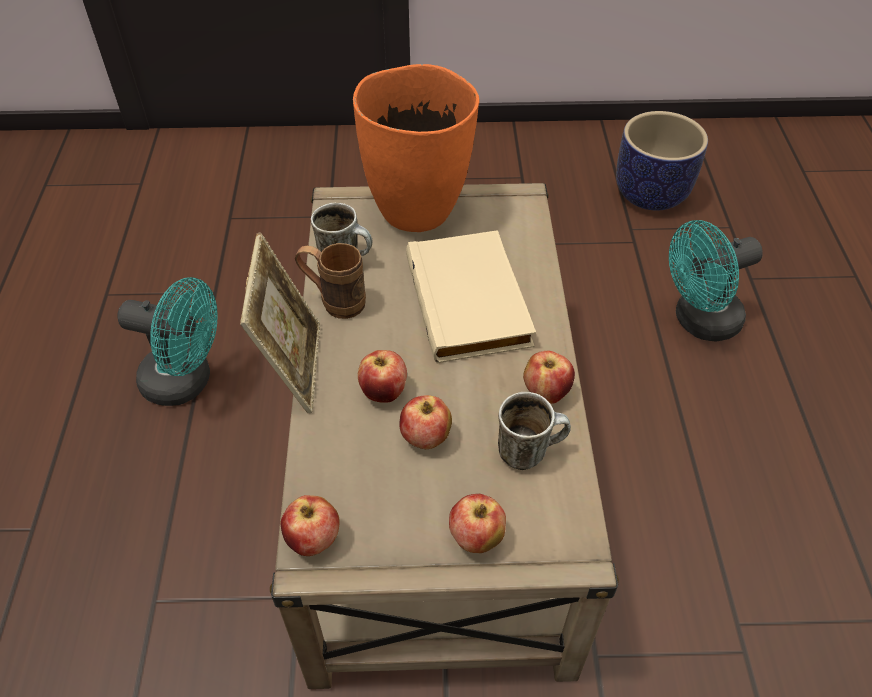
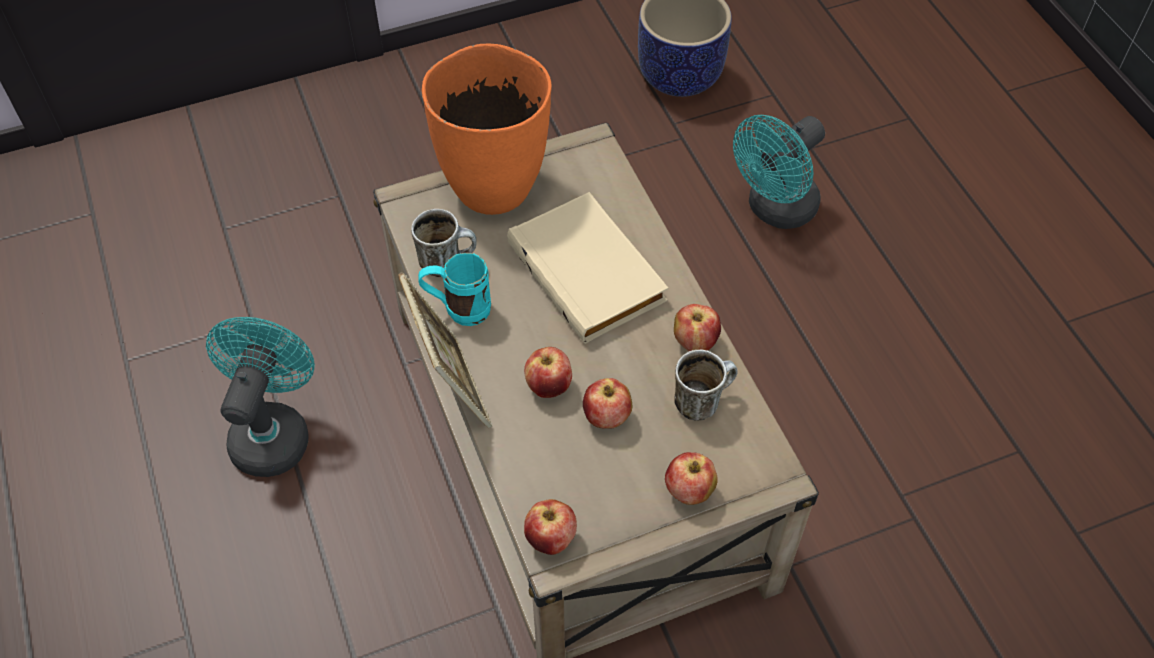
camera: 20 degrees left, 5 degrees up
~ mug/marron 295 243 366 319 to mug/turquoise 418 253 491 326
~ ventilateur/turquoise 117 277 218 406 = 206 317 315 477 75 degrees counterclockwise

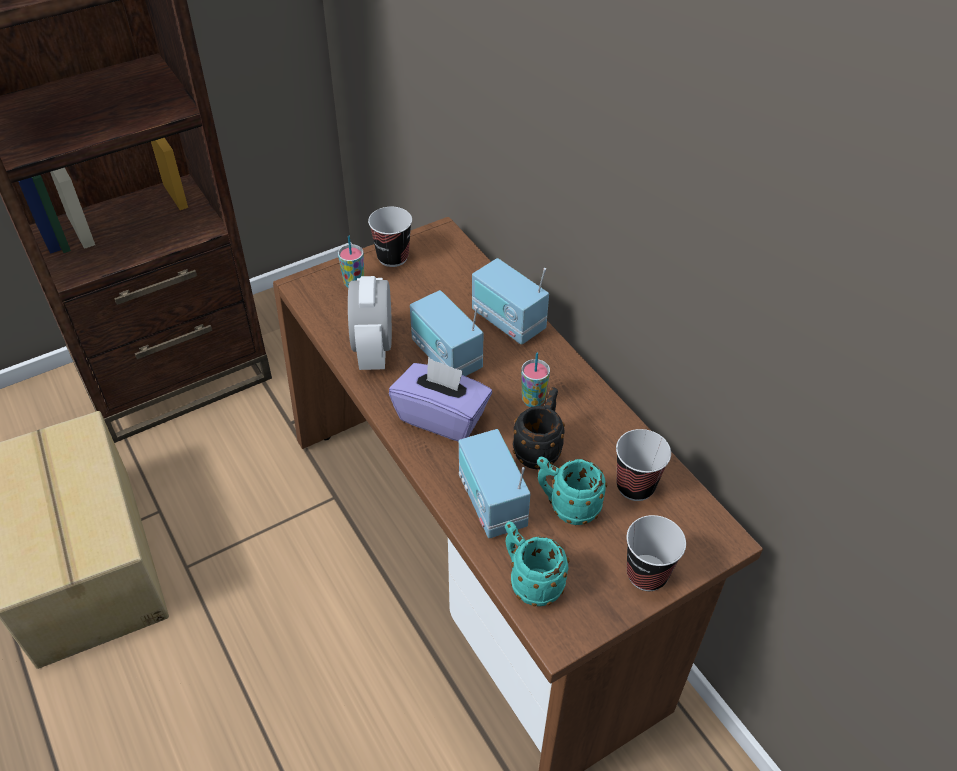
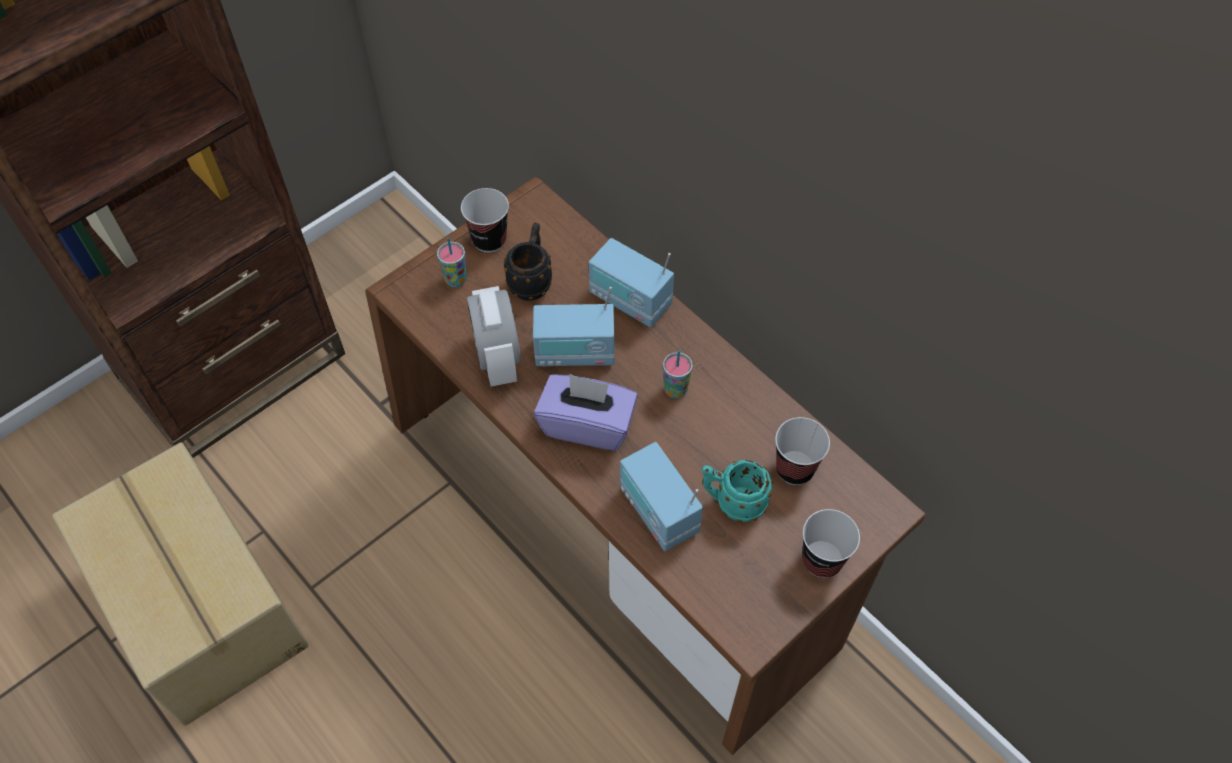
camera: 10 degrees left, 10 degrees up
- mug/turquoise 505 521 569 606
~ mug/noir 513 387 565 469 to 504 223 552 301
~ radio 410 290 483 376 = 533 287 614 367 45 degrees counterclockwise

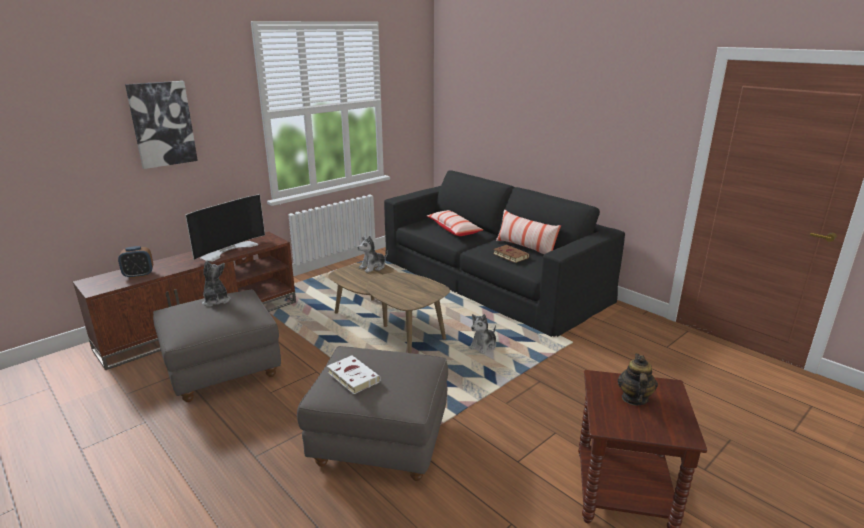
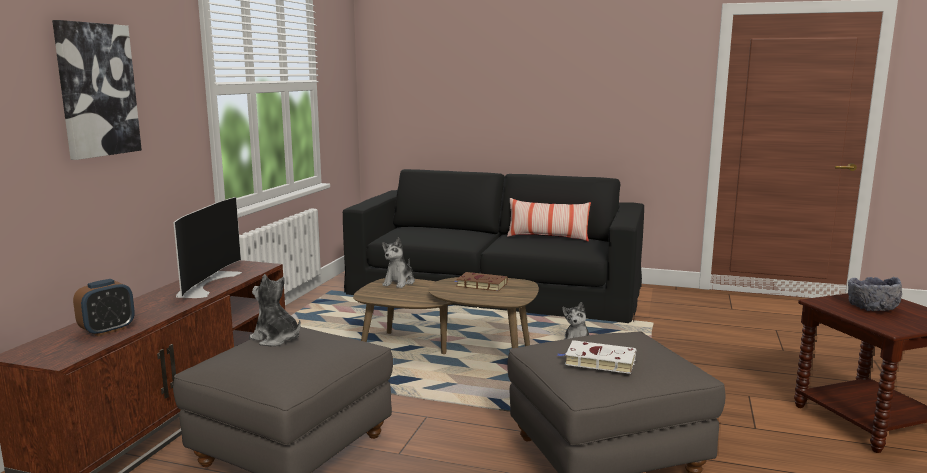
camera: 30 degrees left, 10 degrees down
- coussin 427 210 483 236
~ livre/marron 493 245 530 263 to 454 272 508 291
~ théière 618 353 658 406 to bol/gris 848 277 902 311

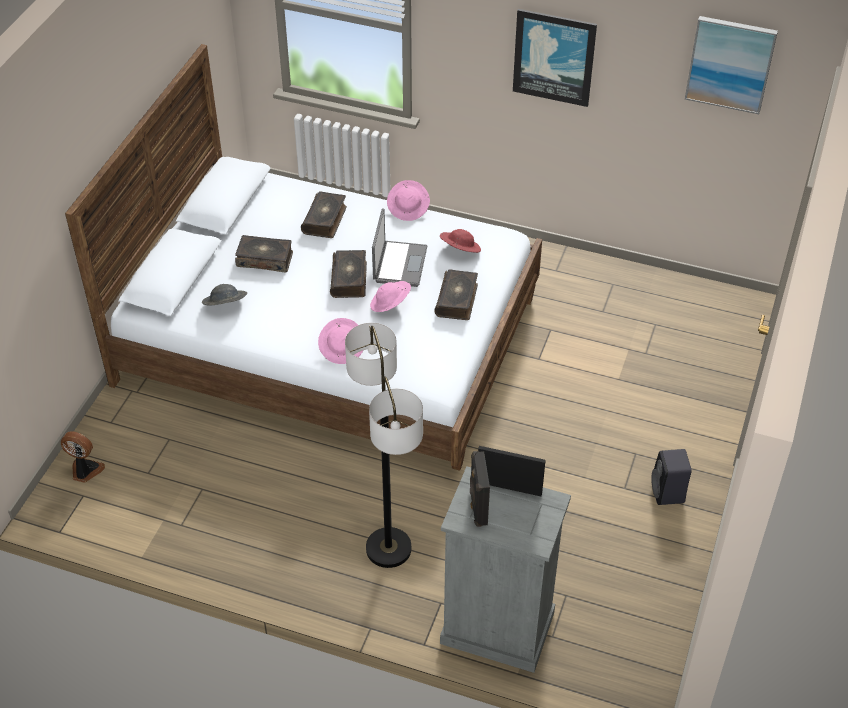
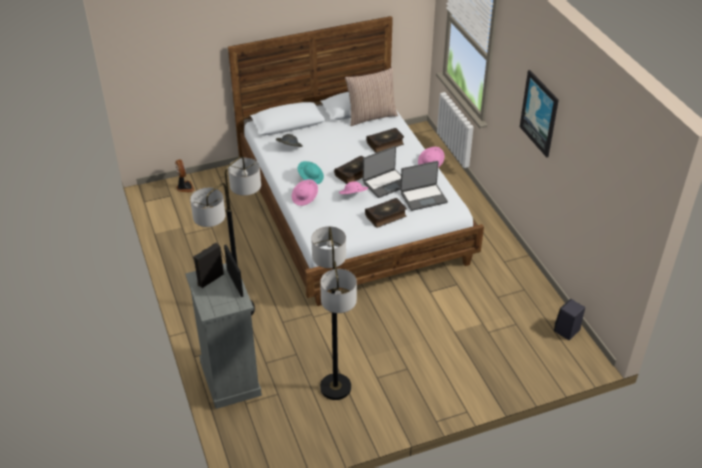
camera: 50 degrees right, 5 degrees down
- livre 235 235 293 272
- tableau 685 16 778 114
+ chapeau/turquoise 298 161 324 184
+ lampadaire 311 226 357 400
+ coussin 345 67 398 126
~ enceinte/noir 651 449 692 505 to 554 299 585 340
~ chapeau/rouge 440 229 481 253 to ordinateur portable 400 161 448 211

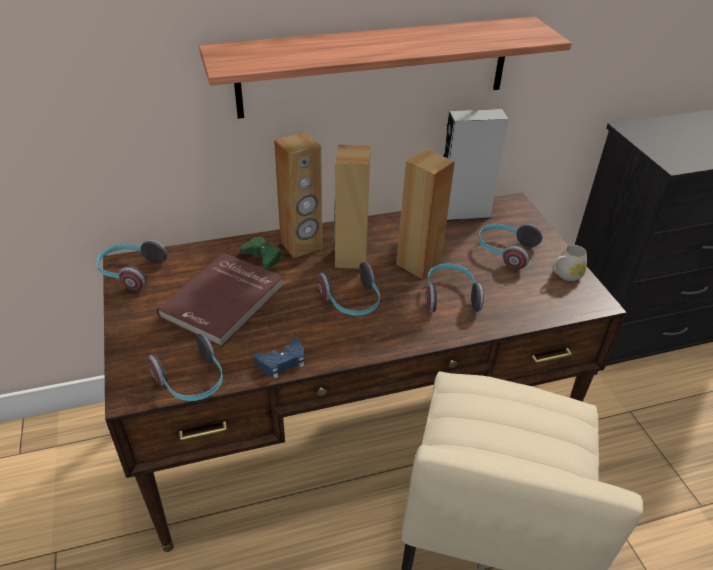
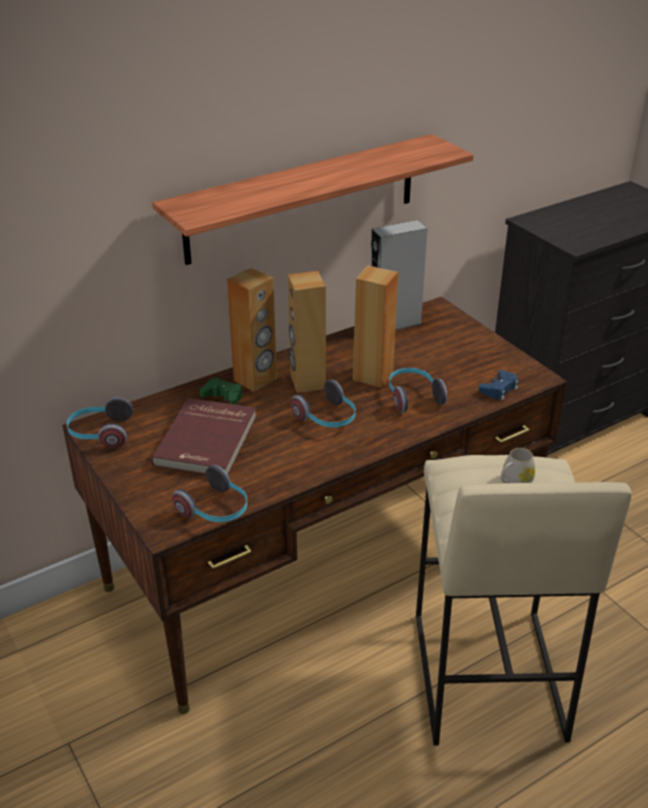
camera: 15 degrees left, 5 degrees down
- casque audio 478 224 542 269
~ manette/bleu 254 338 305 379 to 479 370 518 400
~ mug/blanc 552 245 587 281 to 501 448 535 483

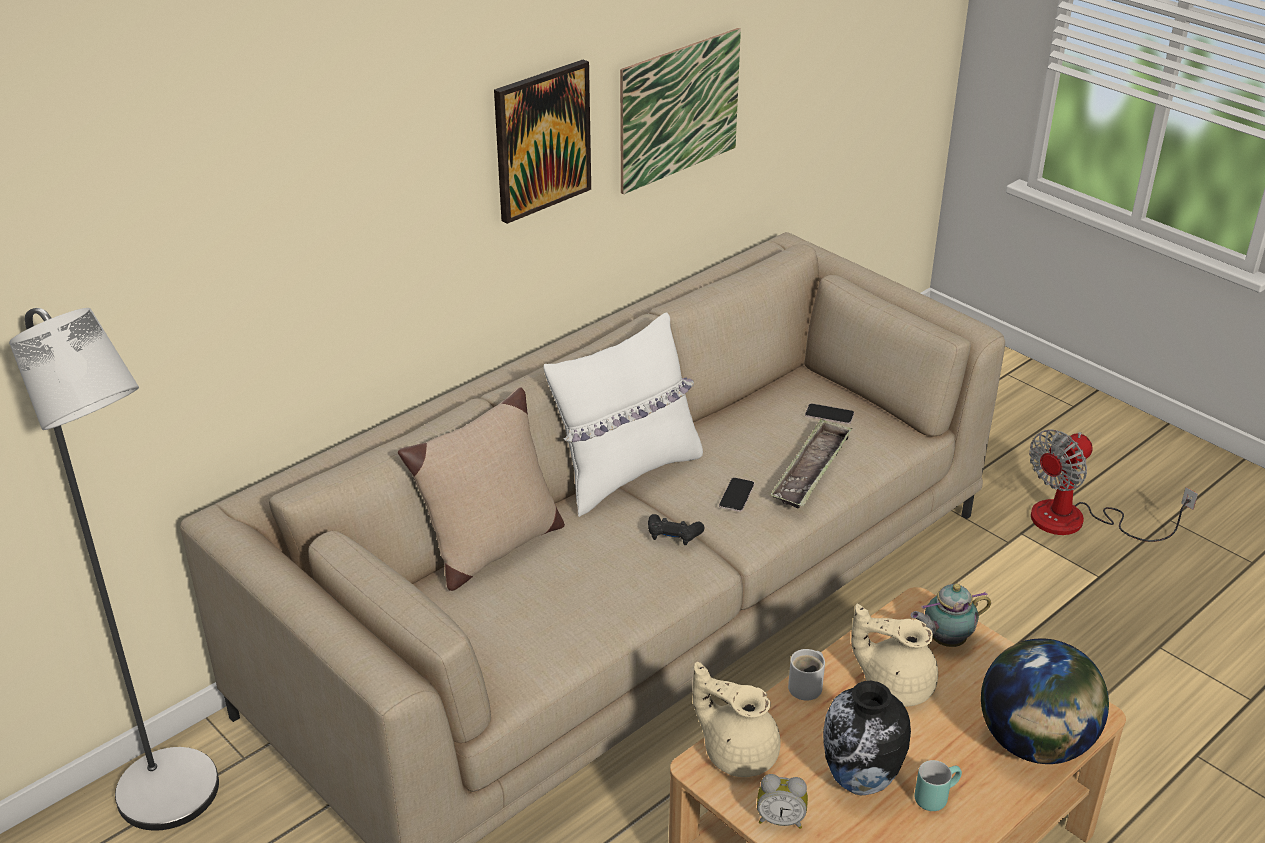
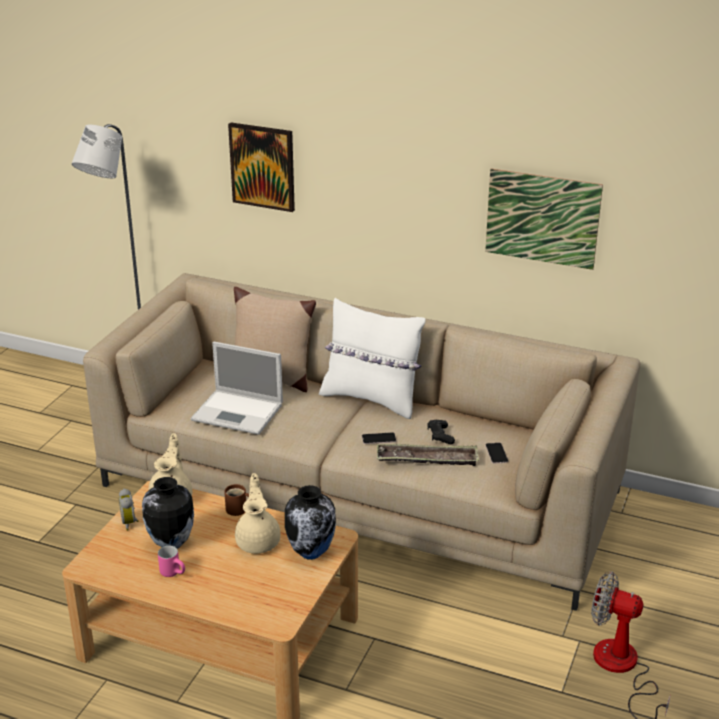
camera: 65 degrees right, 5 degrees down
- globe 981 638 1109 764
+ ordinateur portable 191 341 283 435
~ tableau 494 60 591 224 to 228 123 295 212
~ manette/noir 648 514 705 545 to 427 420 455 444
~ théière 910 584 991 647 to vase 285 485 336 560
~ mug/blanc 788 649 825 700 to mug/marron 224 484 249 516
~ mug/turquoise 914 760 962 811 to mug/rose 158 546 185 577

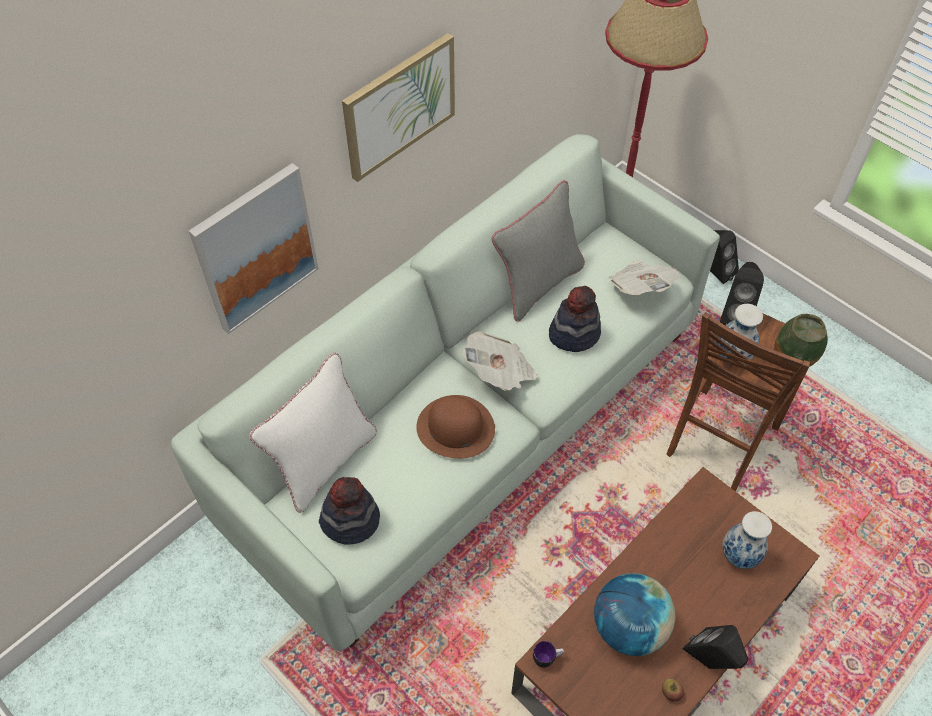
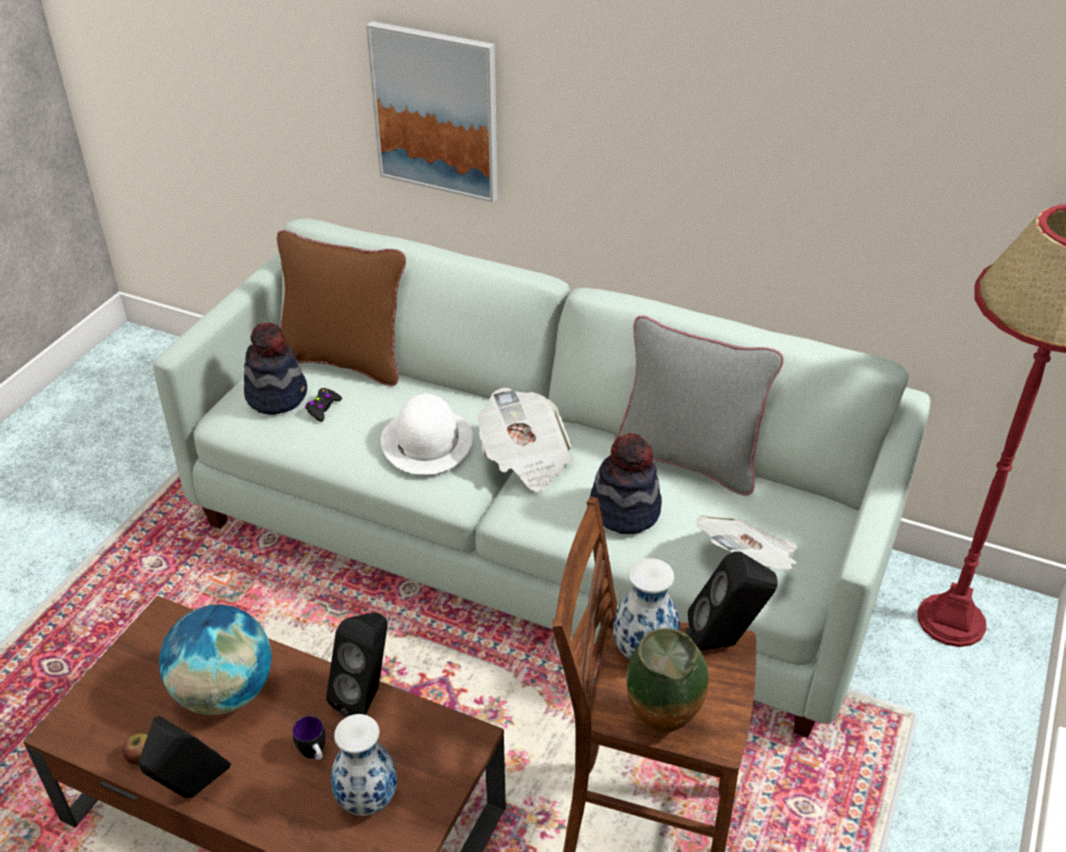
camera: 70 degrees right, 15 degrees down
- tableau 342 33 455 182
+ manette/noir 305 388 342 422
~ mug 533 641 564 668 to 292 716 326 760
~ enceinte/noir 710 230 739 284 to 326 613 388 717
~ coussin/blanc 249 352 377 513 to coussin/marron 277 230 406 386
~ chapeau/marron 416 395 495 459 to chapeau/blanc 381 394 473 475

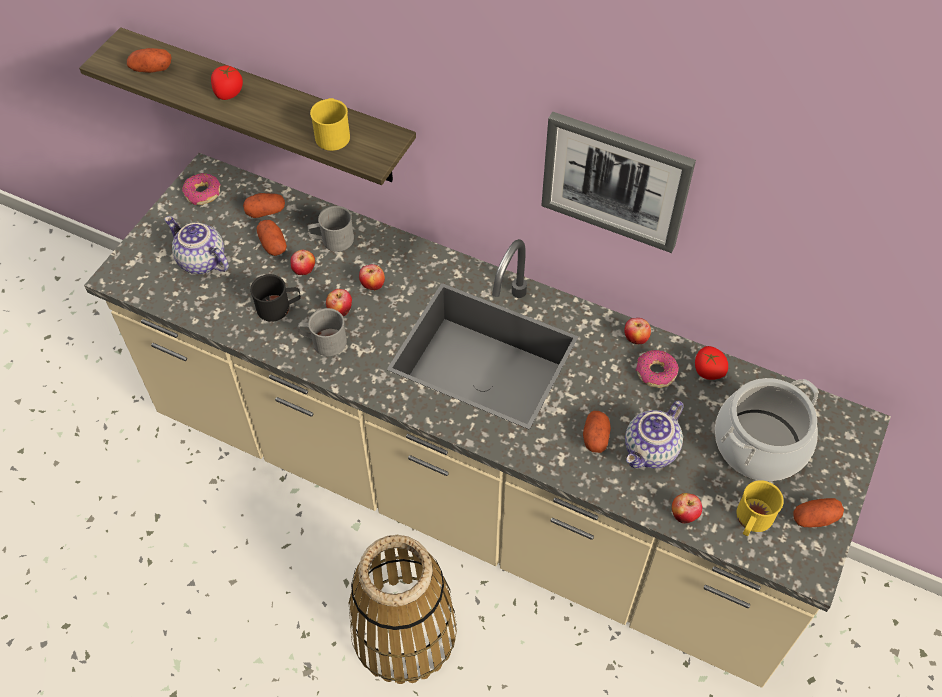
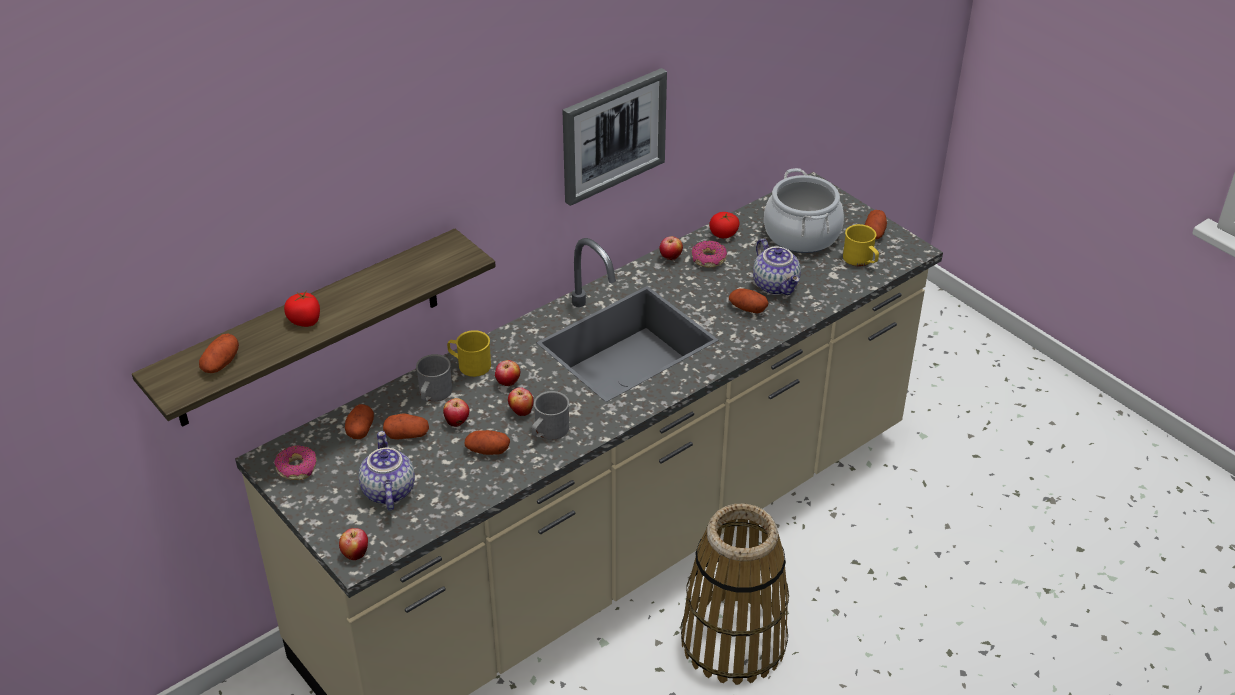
camera: 65 degrees left, 15 degrees down
~ mug/jaune 310 98 350 151 to 447 330 491 377
~ pomme 672 493 702 523 to 339 528 368 560
~ mug/noir 250 274 301 322 to pomme de terre 464 430 510 455
~ théière 164 216 229 274 = 358 431 415 511 105 degrees clockwise

